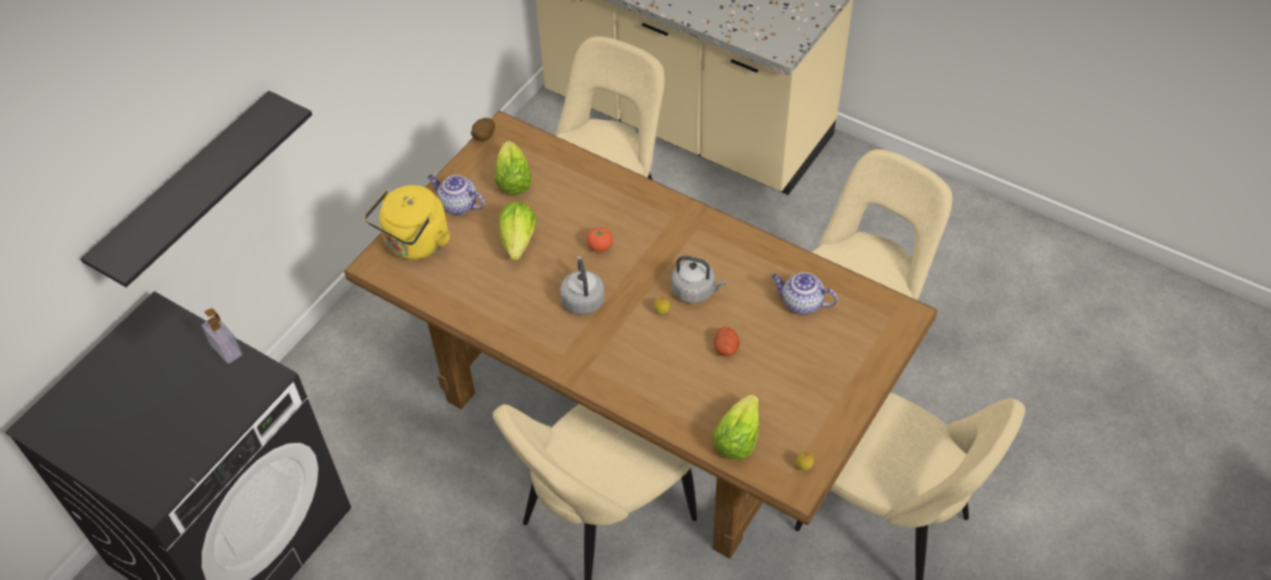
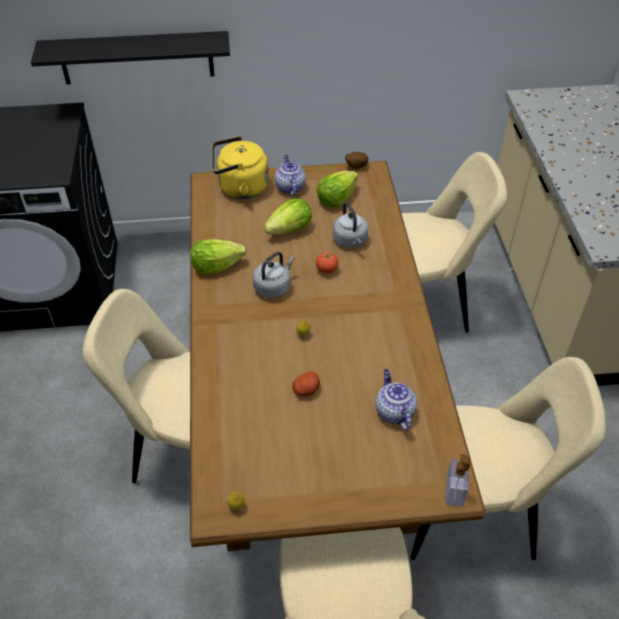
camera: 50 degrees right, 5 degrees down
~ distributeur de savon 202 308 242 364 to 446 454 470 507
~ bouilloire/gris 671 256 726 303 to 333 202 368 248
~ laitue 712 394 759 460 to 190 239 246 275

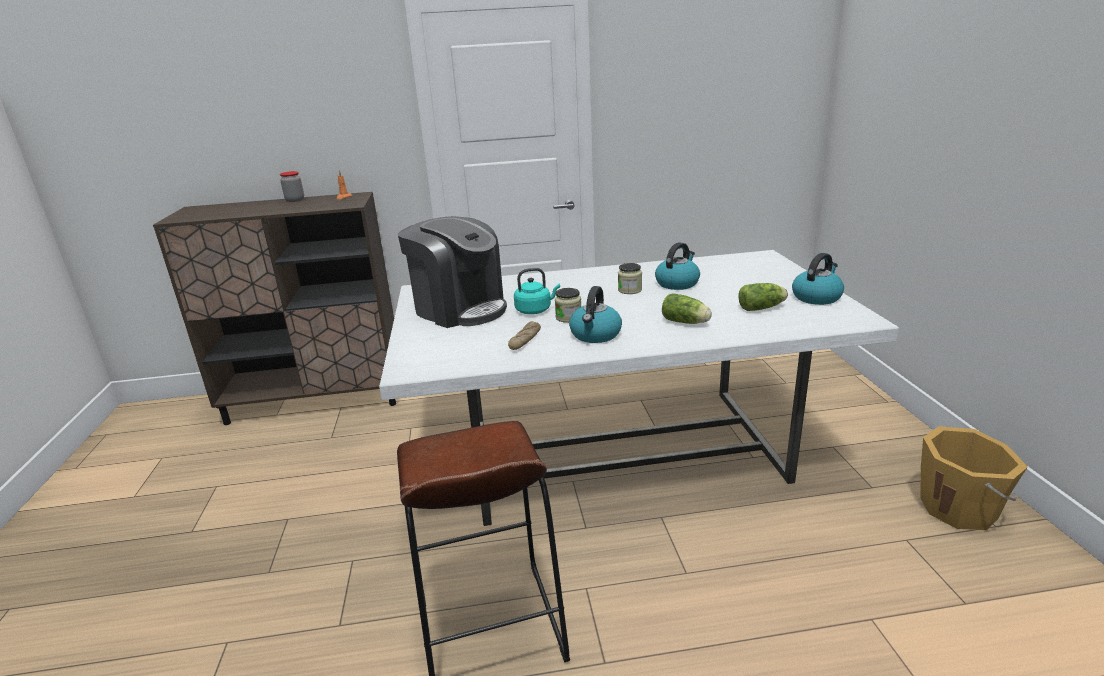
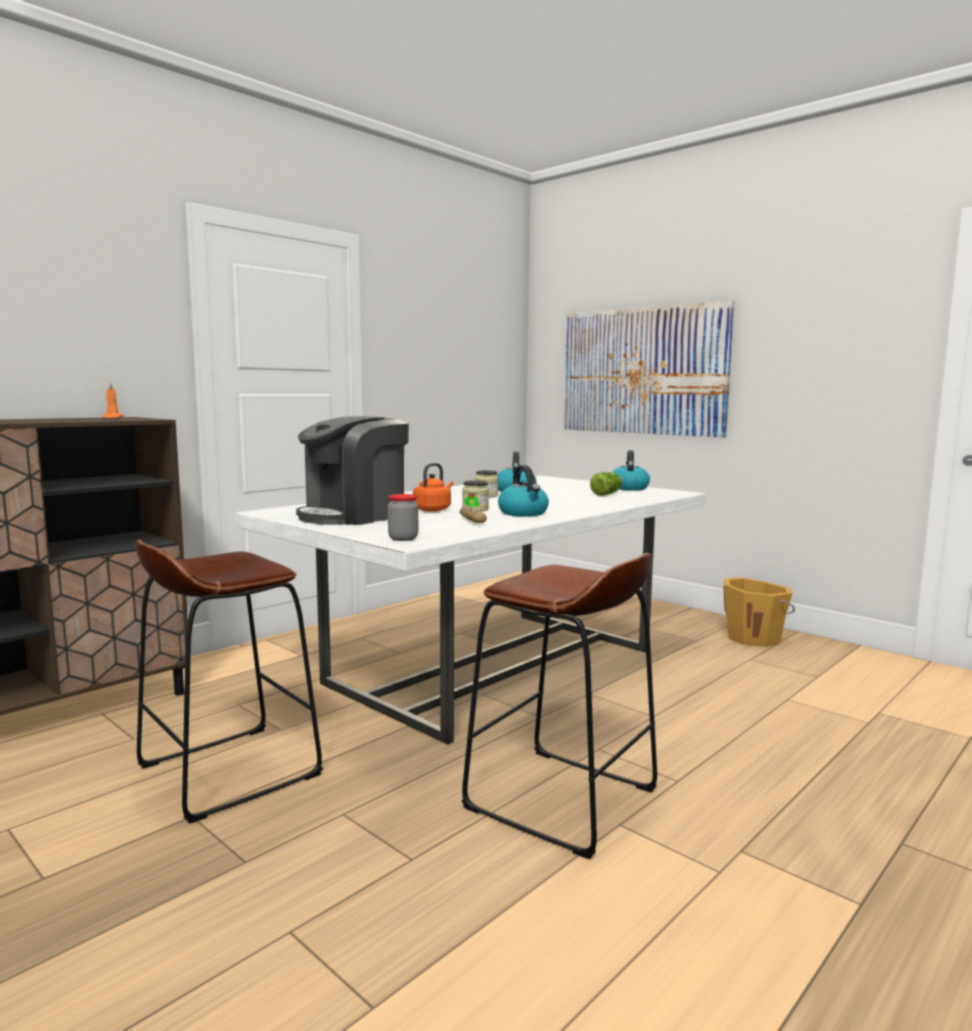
camera: 40 degrees left, 15 degrees down
- laitue 662 293 712 324
+ tabouret/marron 135 539 323 824
+ tableau 564 300 735 438
~ bocal 280 171 304 202 to 388 494 418 541
~ bouilloire/turquoise 514 268 560 314 to bouilloire/orange 413 463 453 512
~ machine à café 398 216 507 328 = 296 416 409 525 135 degrees clockwise

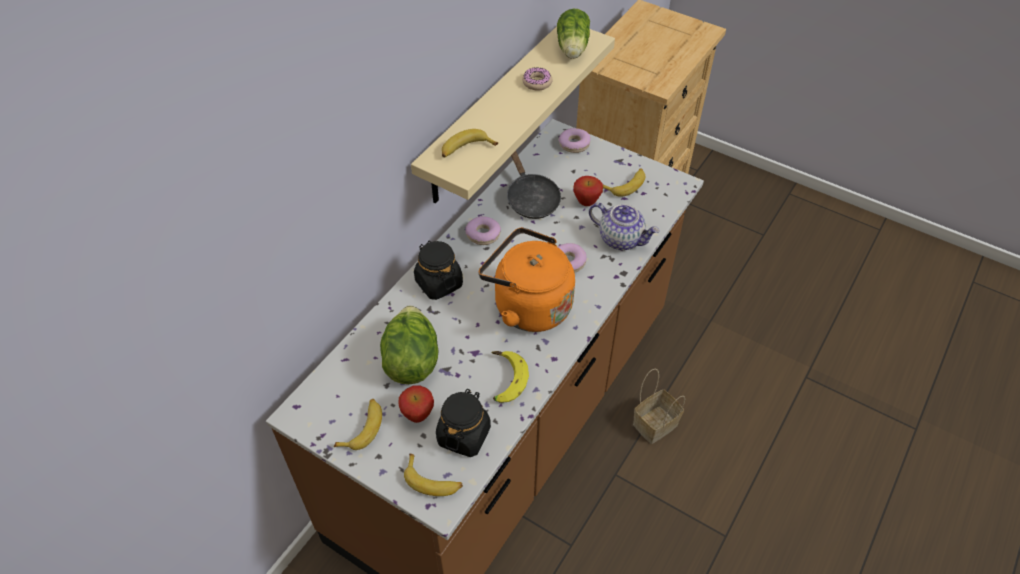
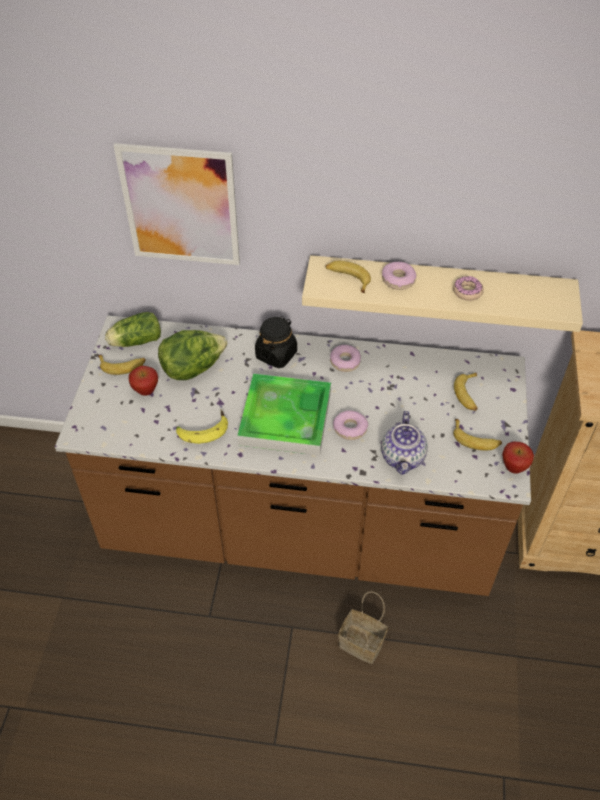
camera: 65 degrees right, 0 degrees up
- bocal/noir 436 389 491 457
- poêle/noir 507 151 561 219
+ tableau 113 143 240 265
~ banane 404 454 463 496 to 454 372 478 411
~ laitue 557 8 590 59 to 105 312 161 347
~ beignet 558 128 591 153 to 382 262 416 290
~ pomme 573 176 603 206 to 502 442 534 474
~ bouilloire/orange 479 227 575 332 to plateau 237 373 331 456

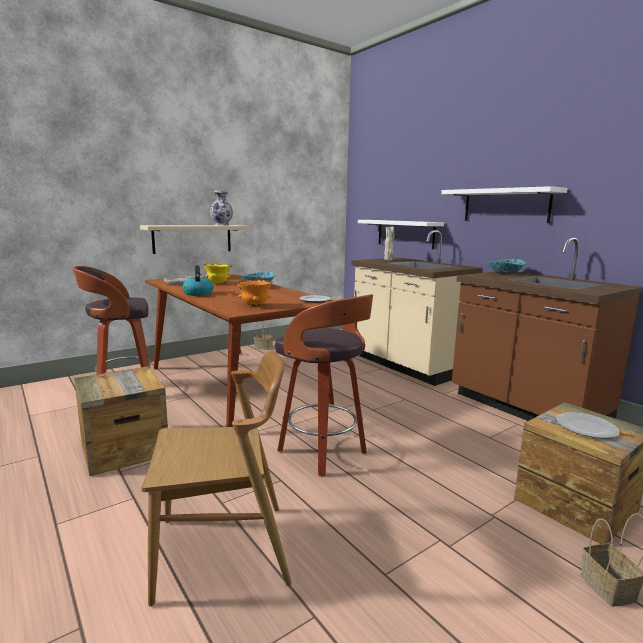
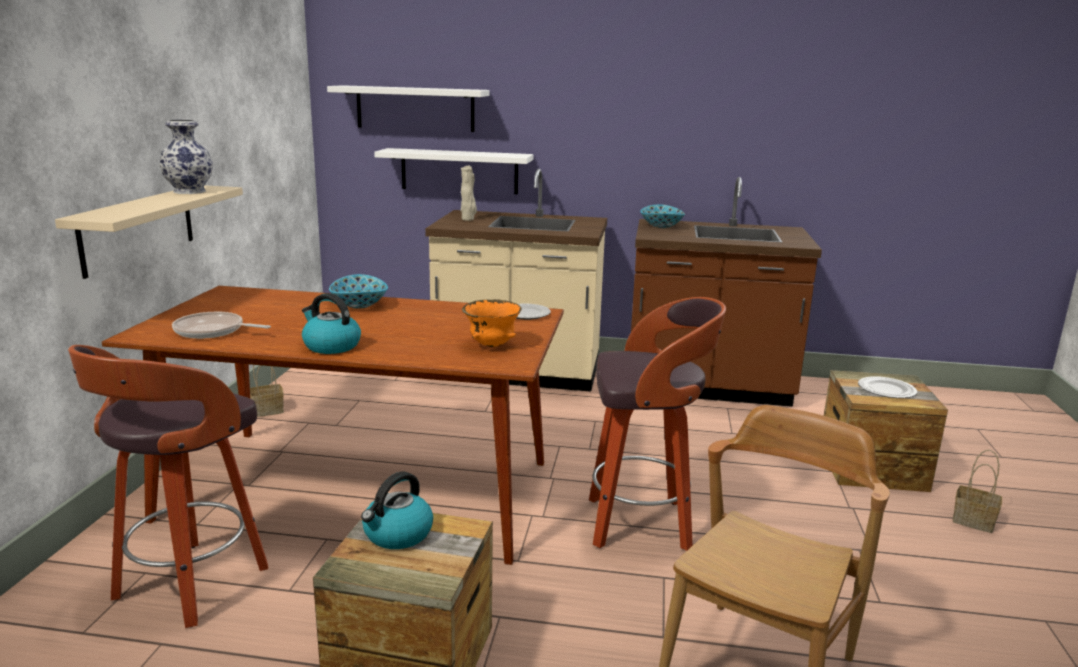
camera: 45 degrees left, 5 degrees up
- bol/jaune 203 264 231 284
+ bouilloire 361 471 433 549
~ étagère/blanc 441 186 567 223 to 327 85 490 132

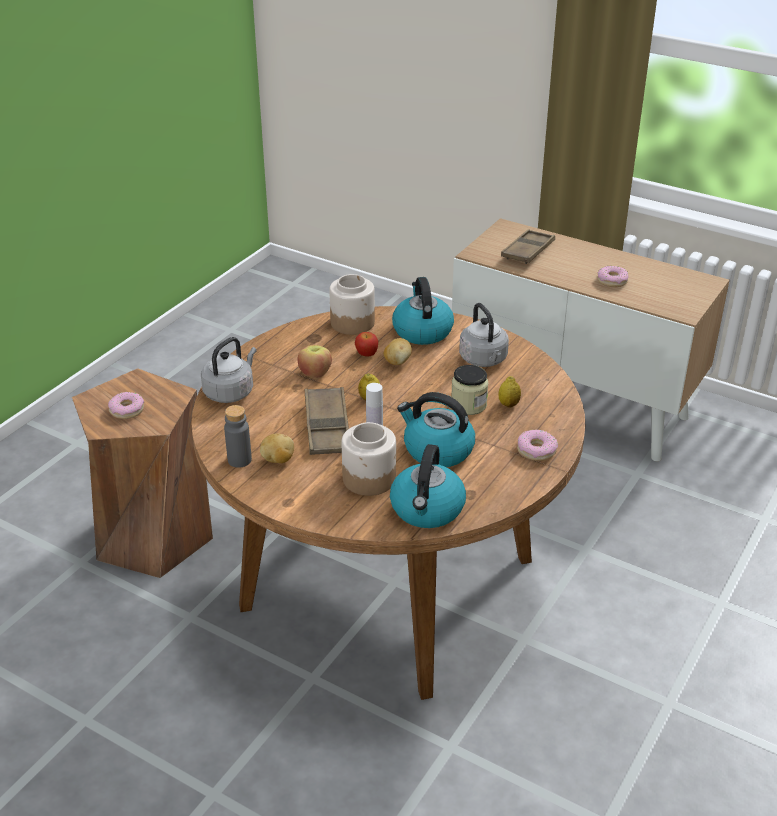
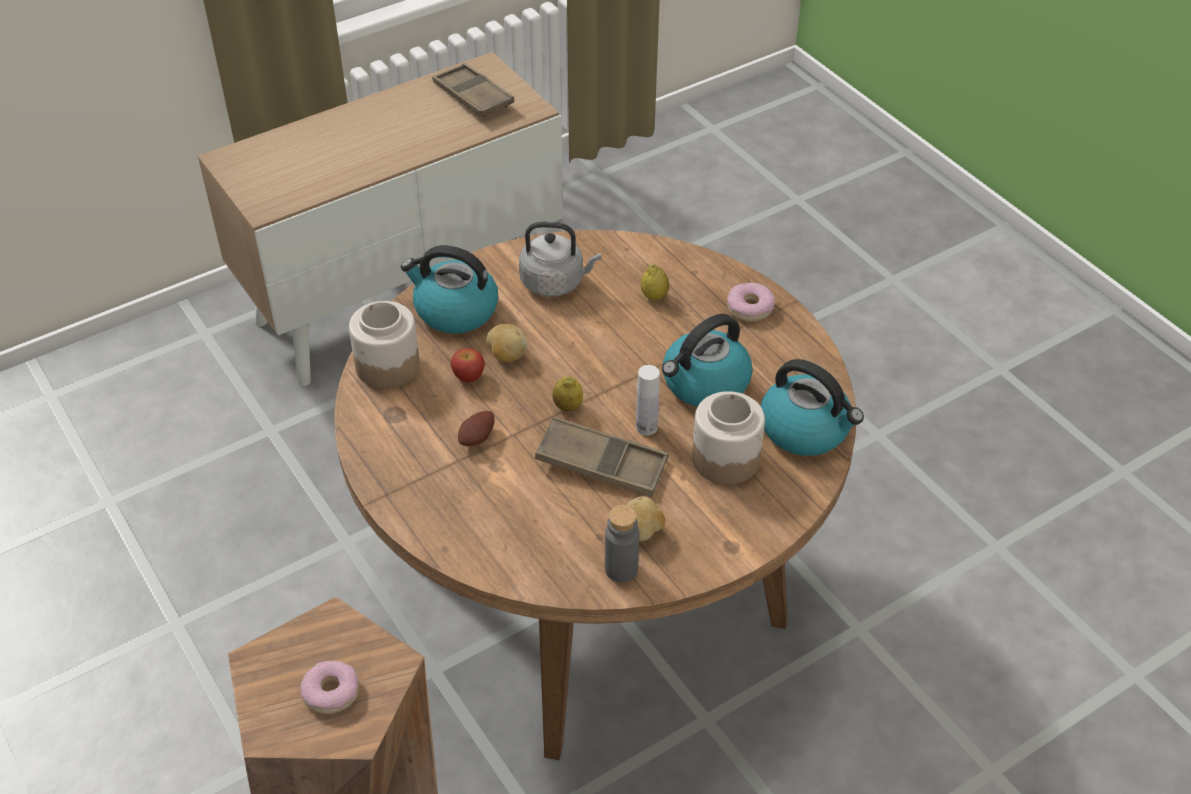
camera: 65 degrees left, 10 degrees up
- bouilloire/gris 201 337 257 403
- bocal 451 365 488 415
- beignet 597 266 629 287
~ plateau/marron 501 229 555 264 to 432 63 514 117
~ pomme 298 345 332 378 to pomme de terre 458 411 495 446

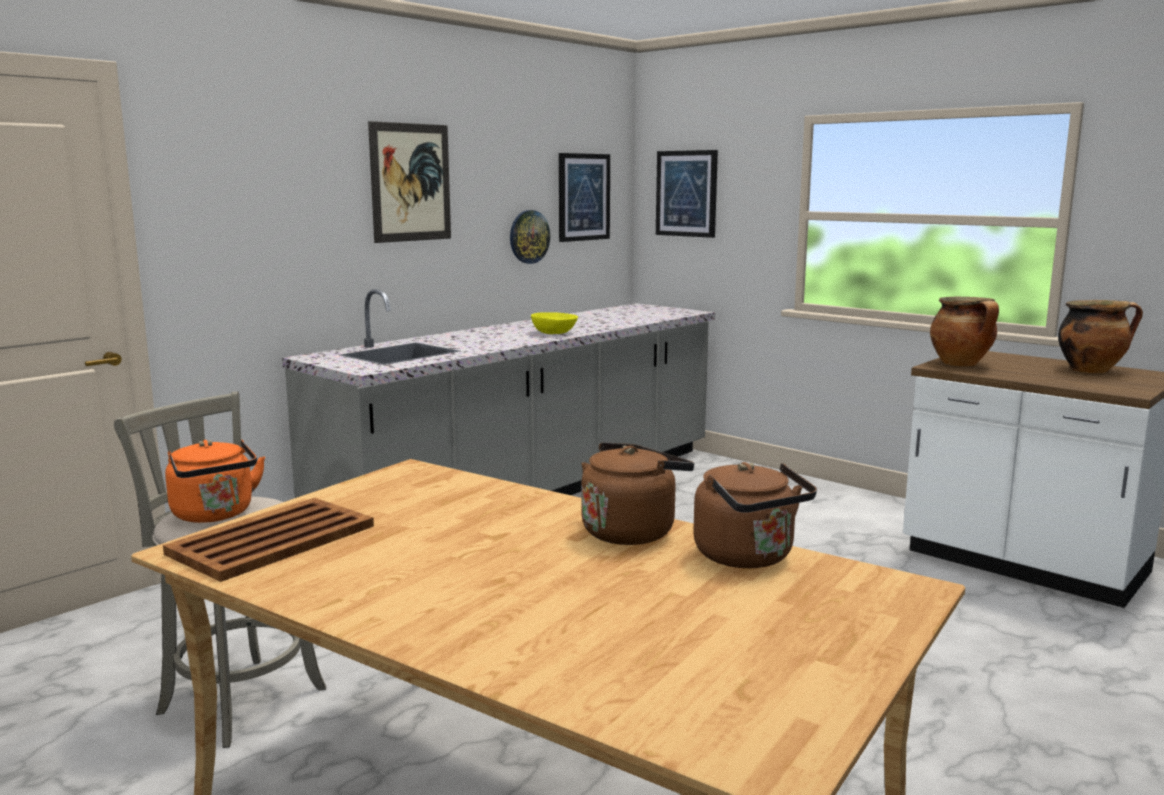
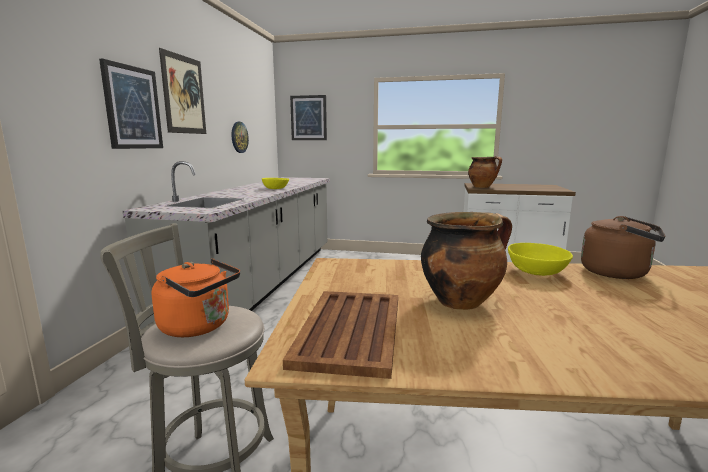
camera: 30 degrees left, 0 degrees up
~ tableau 559 153 610 242 to 99 59 163 149
~ marmite 1058 300 1143 373 to 421 212 512 310
~ bouilloire/marron 581 442 694 545 to bol/jaune 508 243 573 276

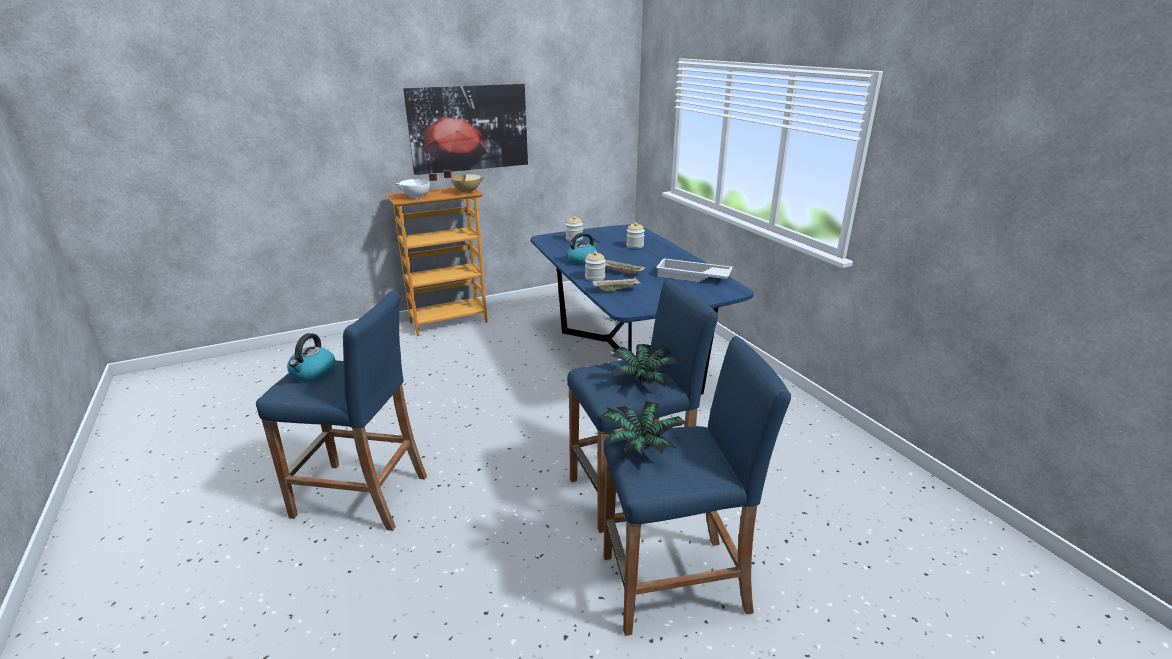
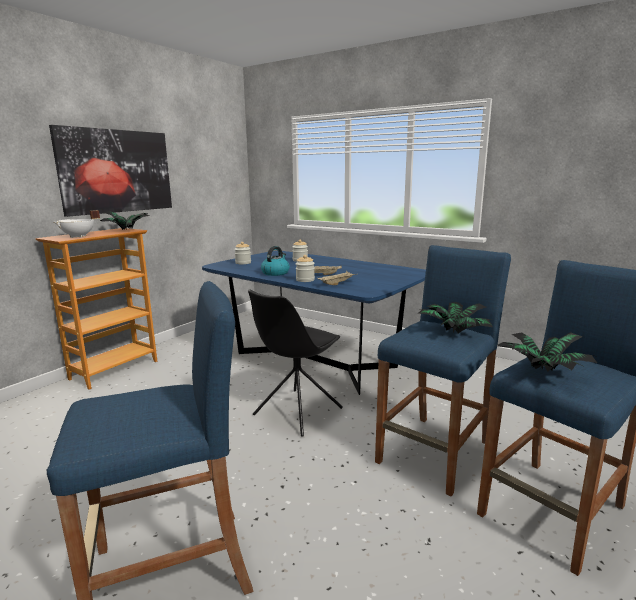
camera: 30 degrees left, 10 degrees down
- bouilloire 287 333 336 382
- plateau/blanc 656 258 733 282
+ chaise/noir 248 289 343 437
~ marmite/beige 444 170 484 194 to plante en pot 100 211 149 231

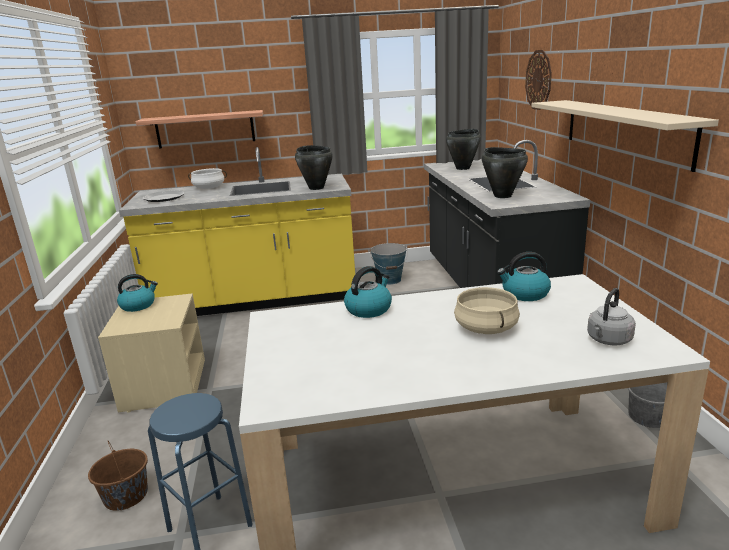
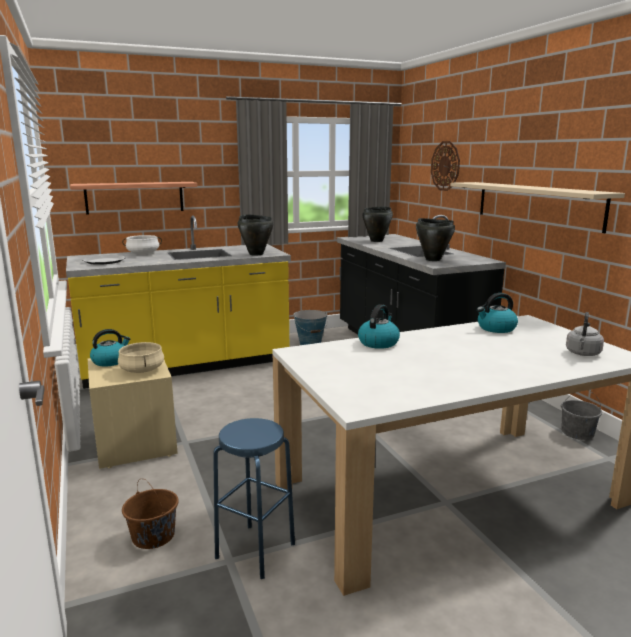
camera: 15 degrees left, 5 degrees down
~ marmite/beige 454 287 520 334 to 118 342 164 373

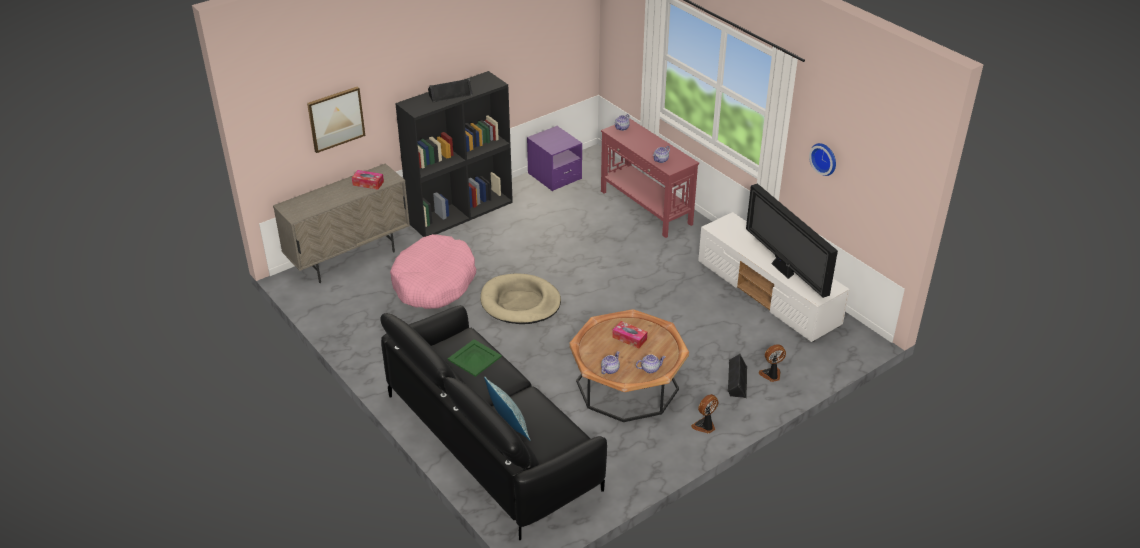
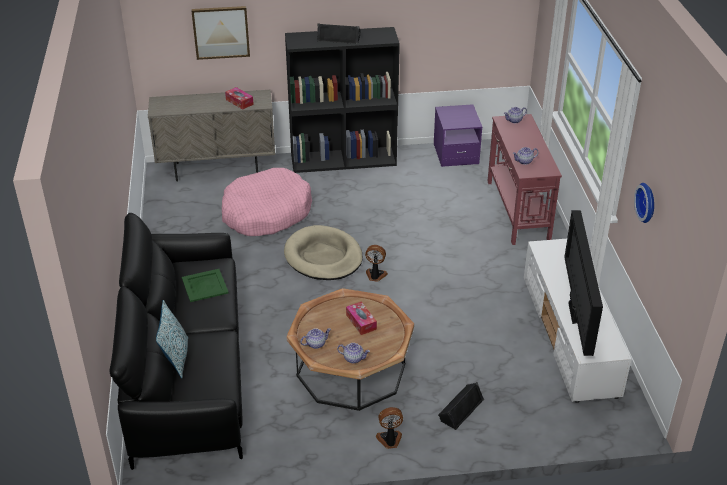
camera: 30 degrees right, 0 degrees up
~ ventilateur 759 344 786 382 to 365 245 388 282

